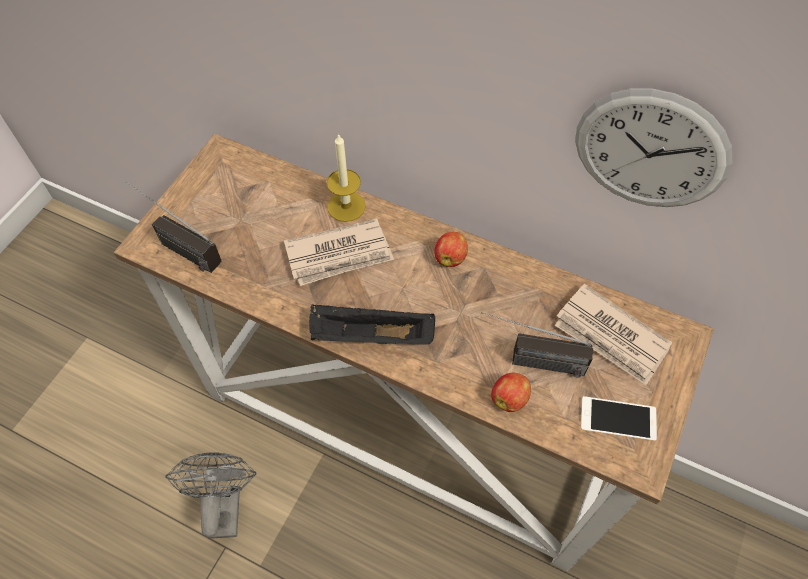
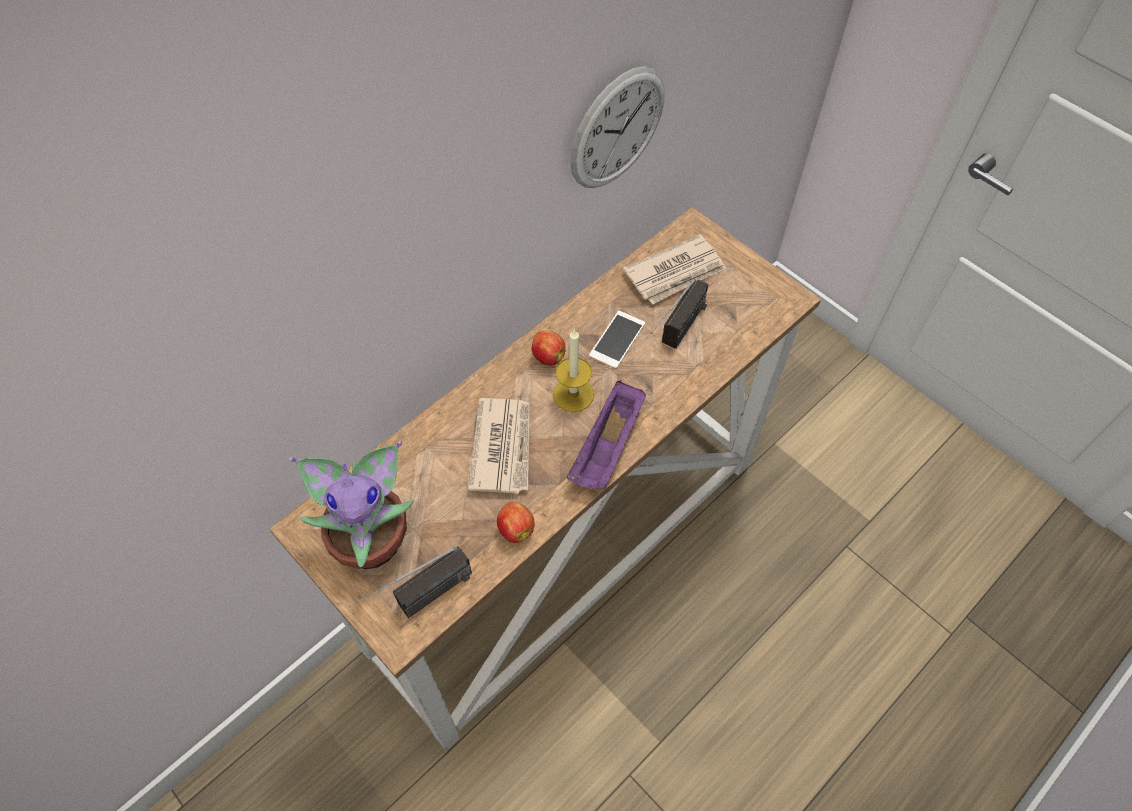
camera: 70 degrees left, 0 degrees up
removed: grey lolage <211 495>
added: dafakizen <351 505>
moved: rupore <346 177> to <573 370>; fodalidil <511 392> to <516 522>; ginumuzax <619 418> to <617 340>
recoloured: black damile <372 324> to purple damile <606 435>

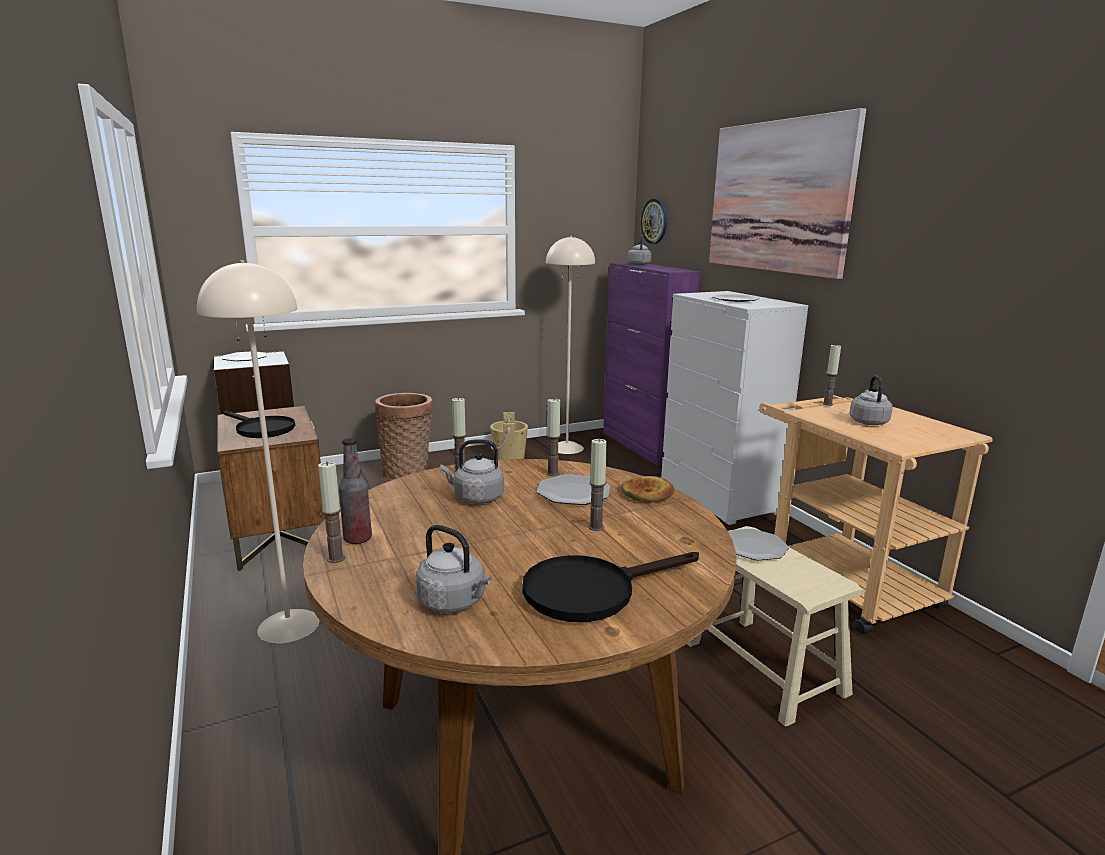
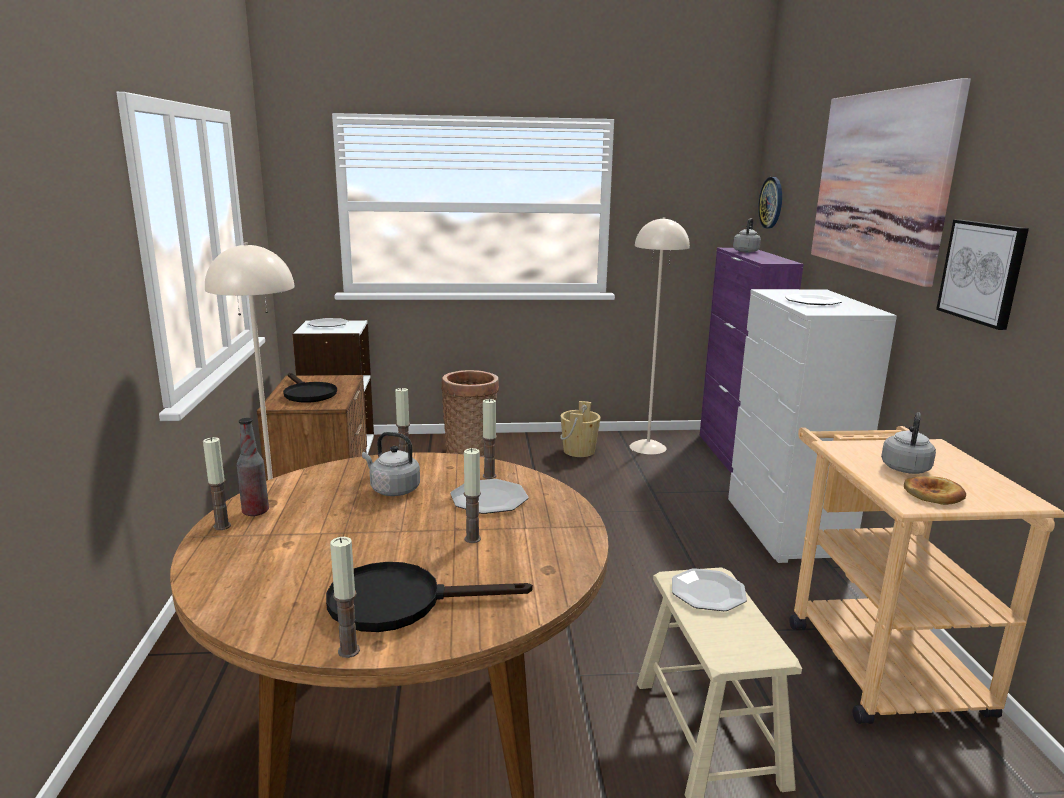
camera: 20 degrees right, 0 degrees up
removed: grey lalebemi <454 569>
added: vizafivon <982 275>
moved: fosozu <647 489> to <935 490>; rupore <831 375> to <345 597>

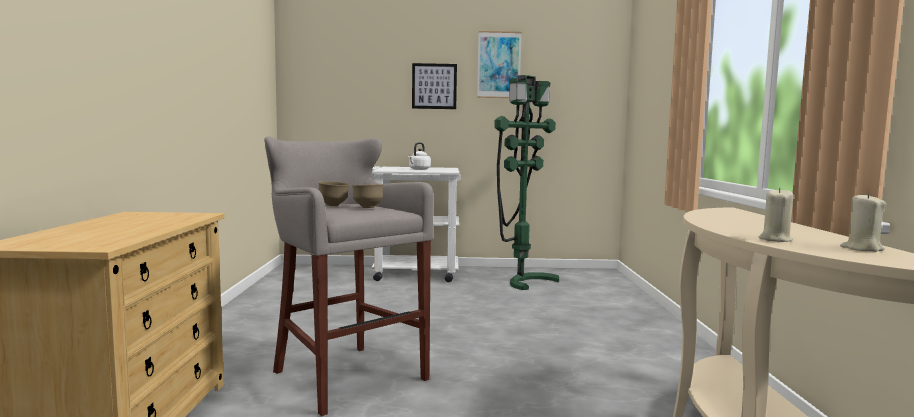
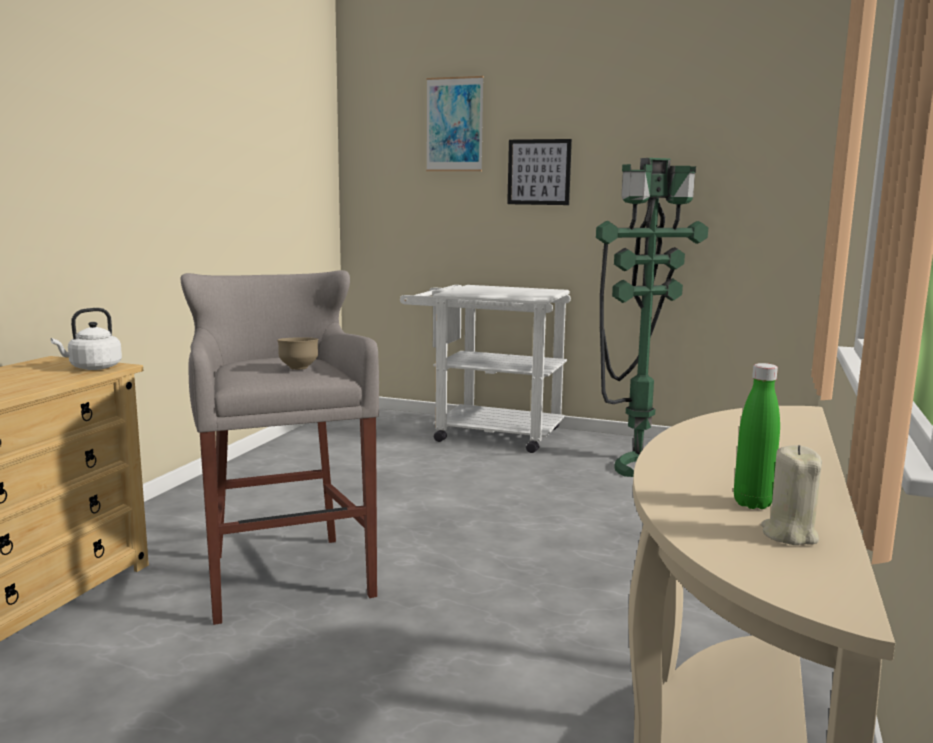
camera: 20 degrees right, 5 degrees up
removed: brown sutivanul <333 193>; beige rupore <776 215>
added: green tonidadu <757 436>
moved: white lalebemi <419 156> to <86 339>; vizafivon <499 64> to <455 123>

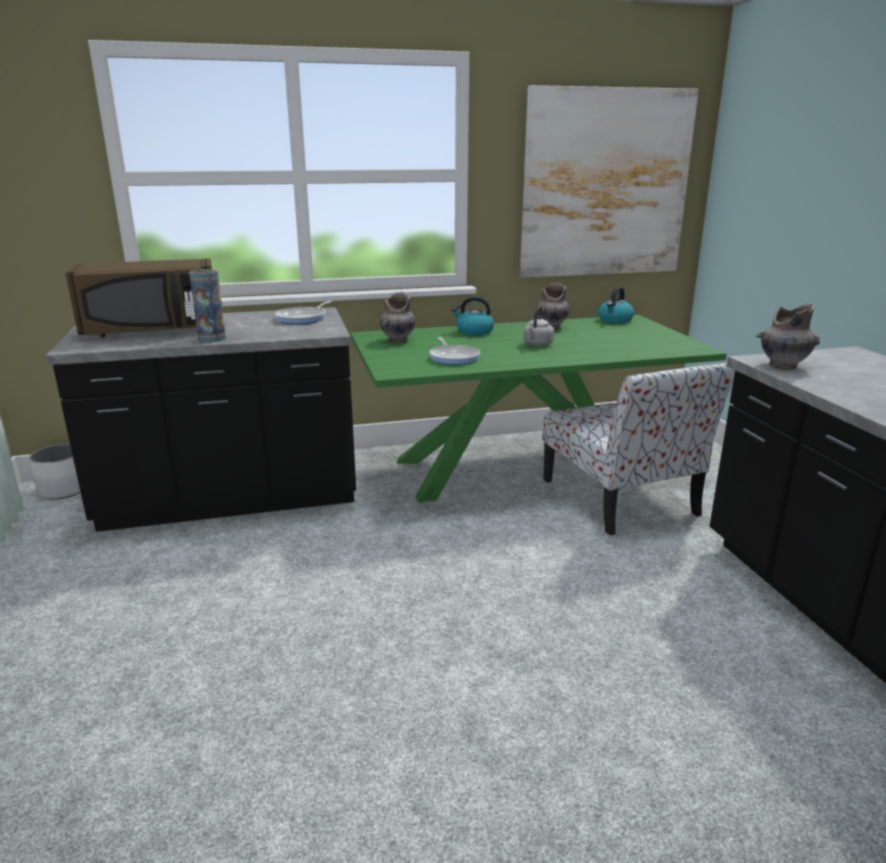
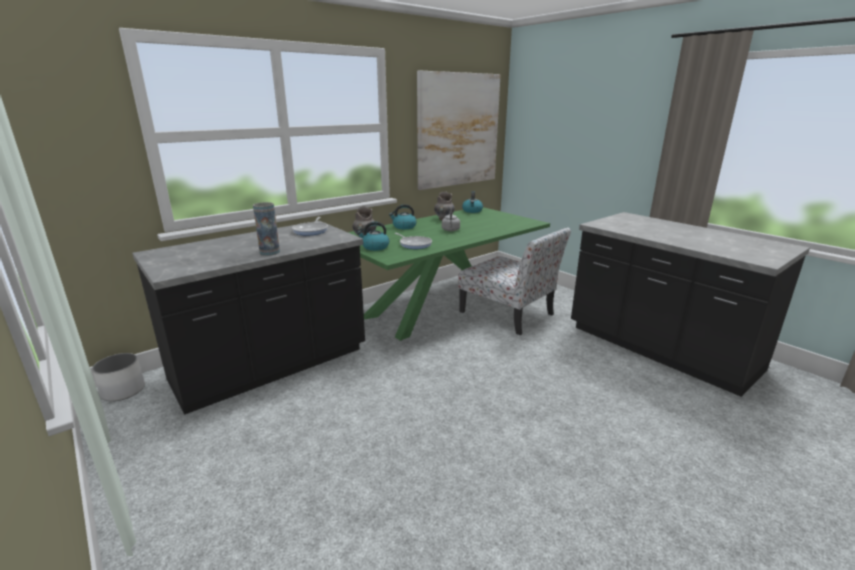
camera: 25 degrees left, 0 degrees up
removed: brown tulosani <139 297>; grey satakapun <788 337>
added: lalebemi <373 236>

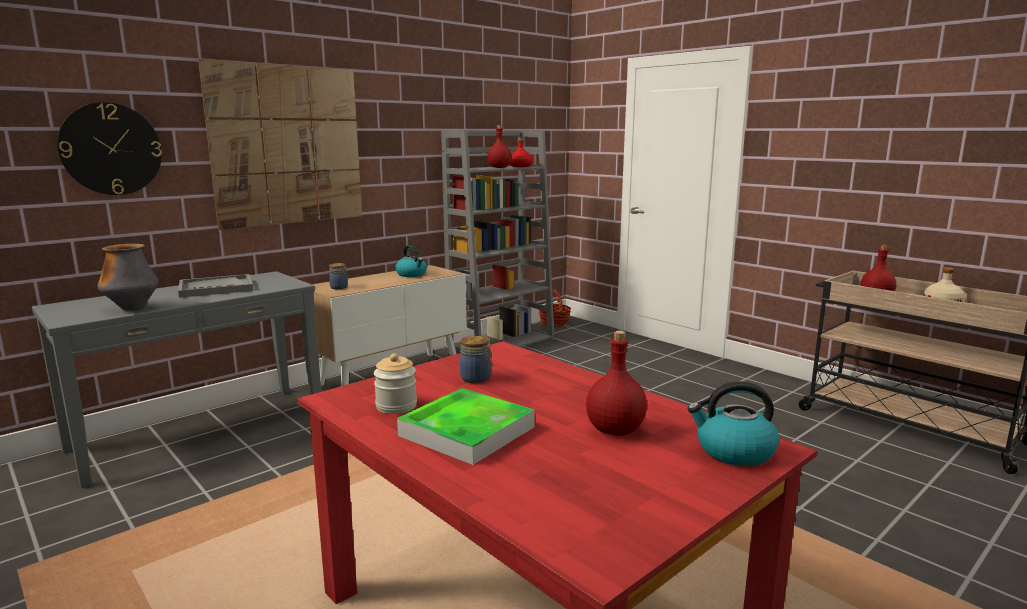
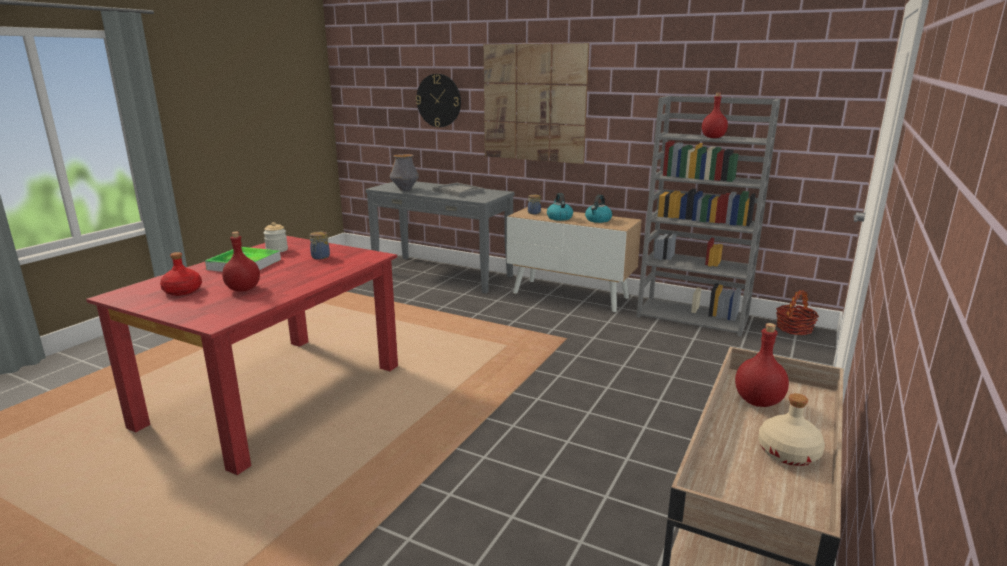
camera: 70 degrees right, 5 degrees up
moved: red tonidadu <521 153> to <181 274>; lalebemi <733 423> to <560 207>

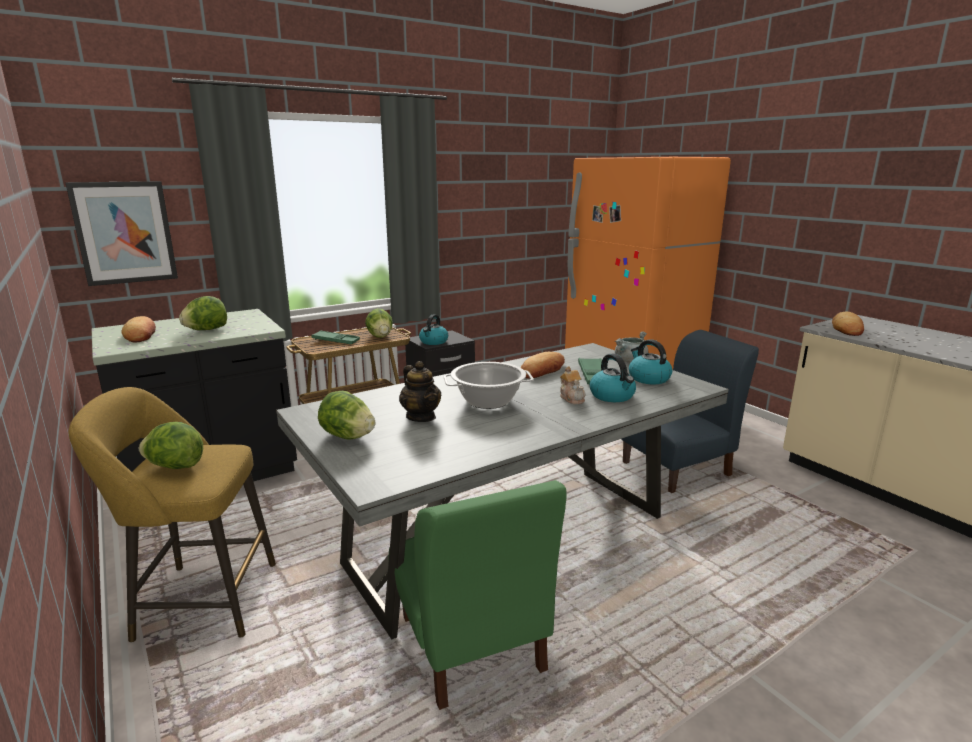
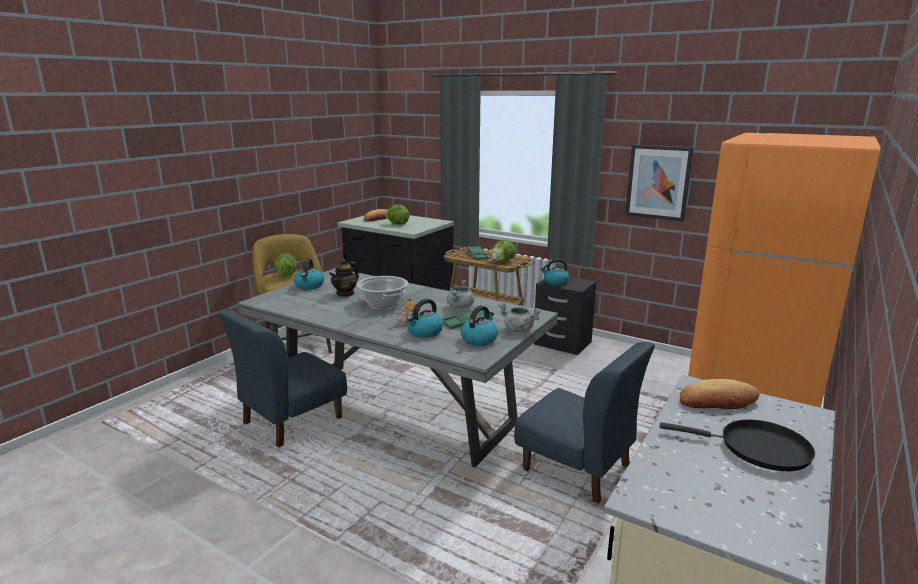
camera: 65 degrees right, 0 degrees up
added: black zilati <737 445>
moved: vizafivon <121 233> to <659 183>
replaced: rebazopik <346 415> to lalebemi <309 274>; fosozu <543 365> to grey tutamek <460 294>
recoloured: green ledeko <478 595> to blue ledeko <283 379>

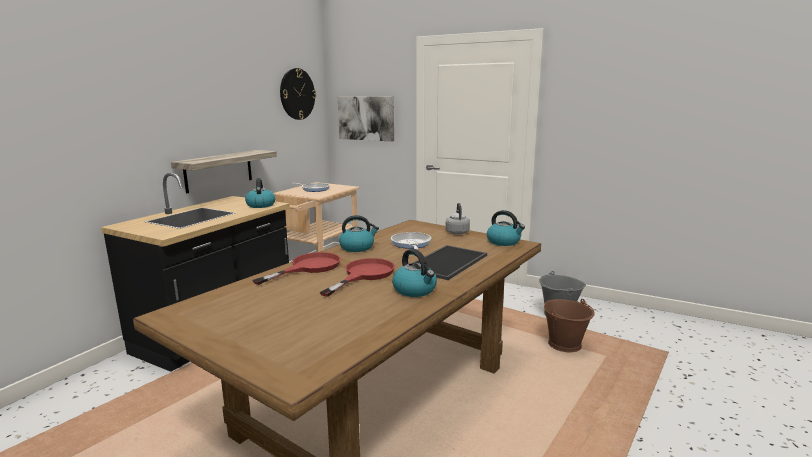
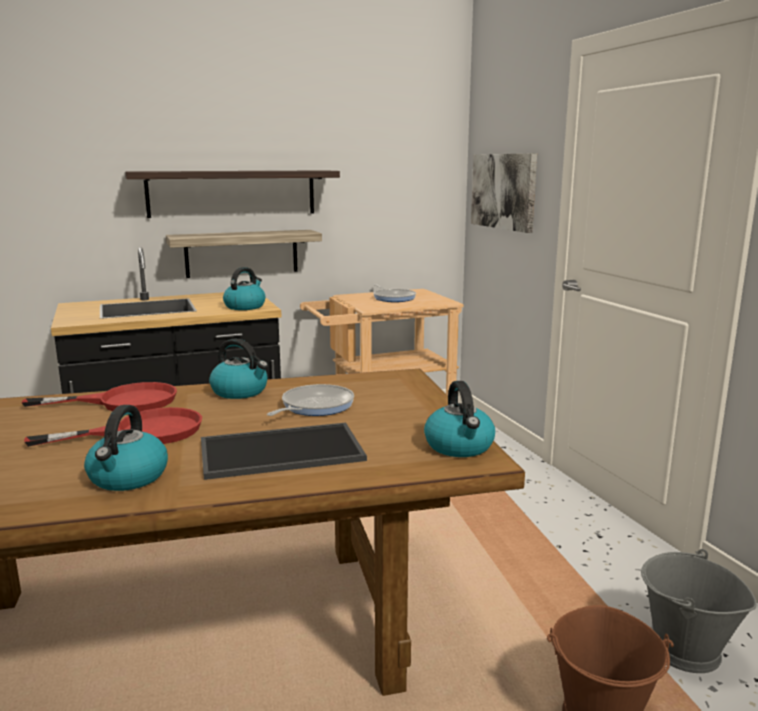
camera: 40 degrees right, 0 degrees up
removed: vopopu <298 94>; grey lalebemi <457 218>
added: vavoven <232 194>

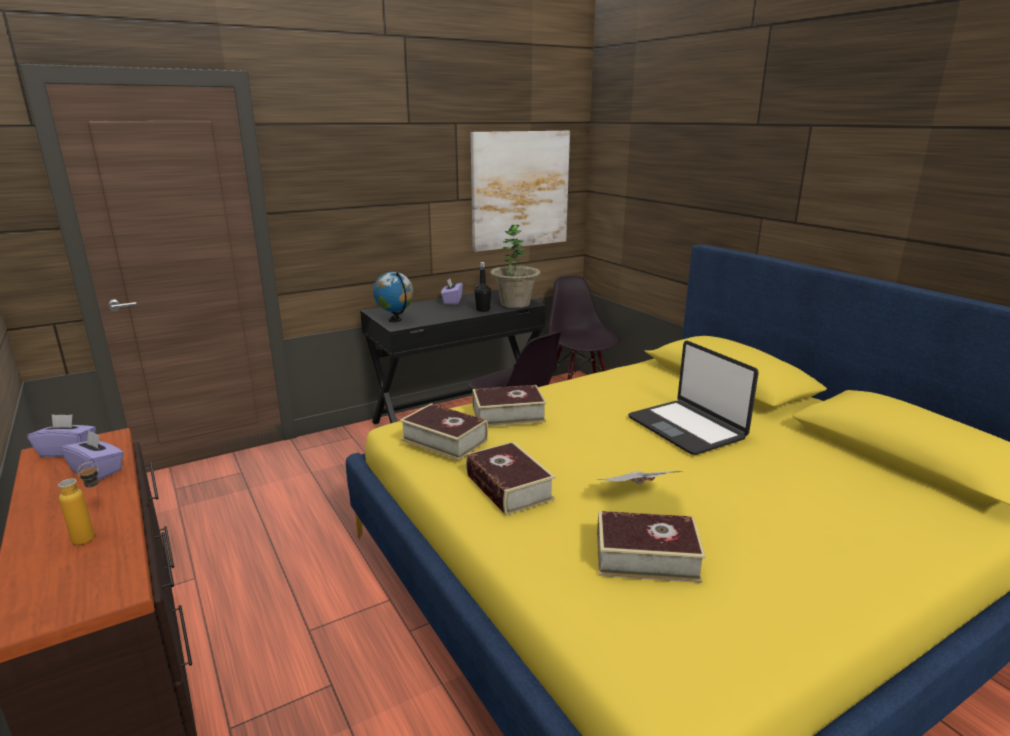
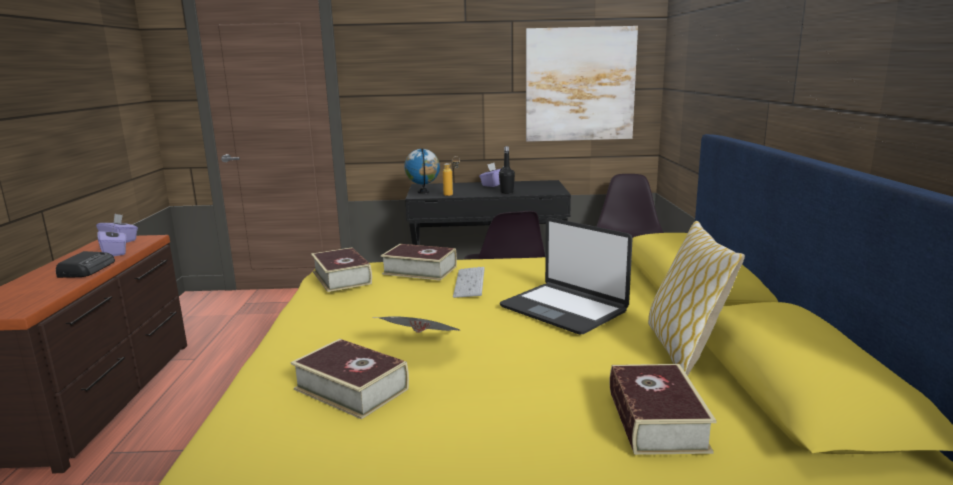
camera: 30 degrees right, 5 degrees down
removed: dafakizen <515 266>
added: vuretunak <85 264>; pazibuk <469 282>; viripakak <696 298>
moved: tonidadu <78 503> to <451 176>; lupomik <511 478> to <663 409>
turned: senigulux <693 398> = <566 276> 45 degrees counterclockwise

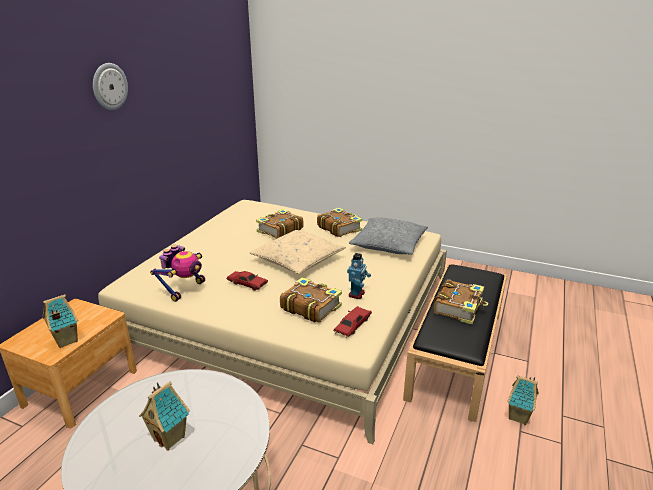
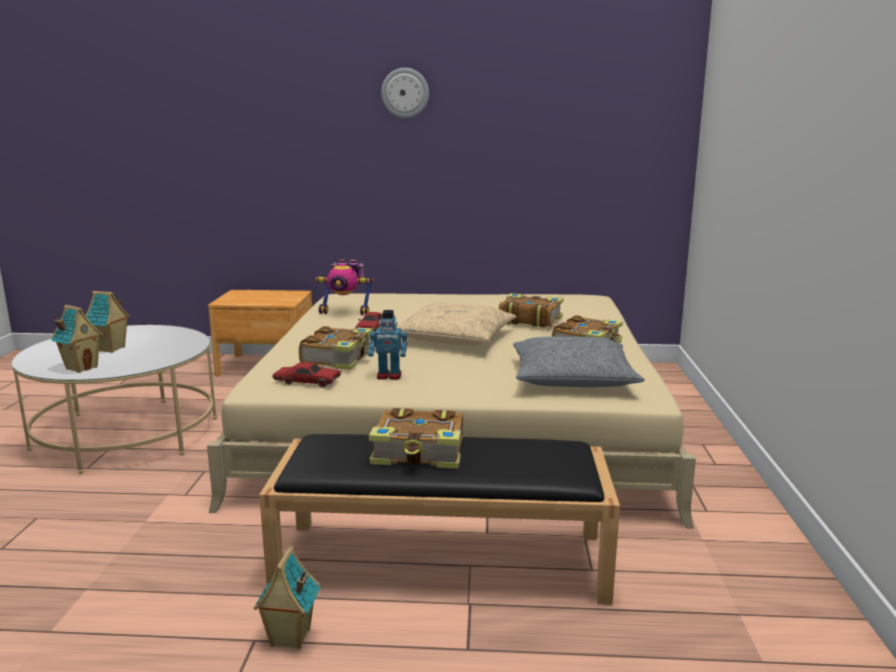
camera: 70 degrees right, 10 degrees down
moved: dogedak <60 321> to <77 339>

